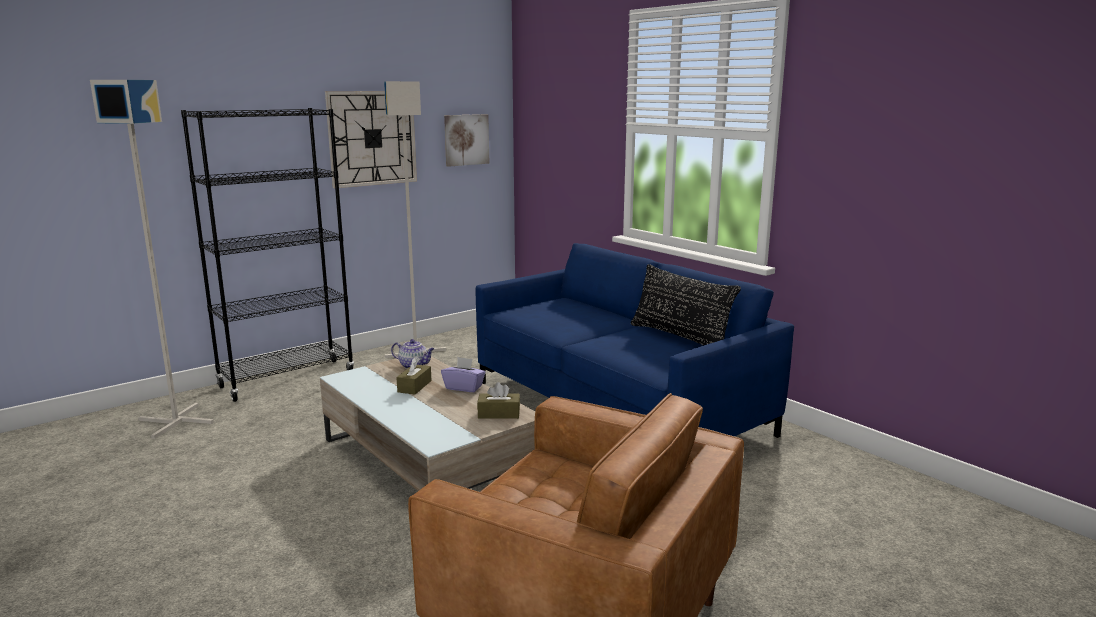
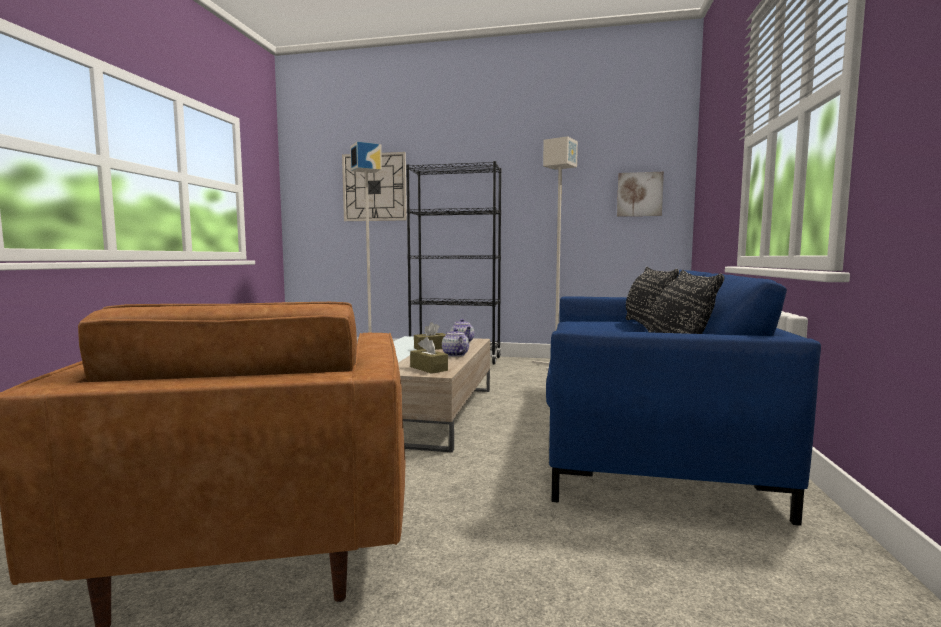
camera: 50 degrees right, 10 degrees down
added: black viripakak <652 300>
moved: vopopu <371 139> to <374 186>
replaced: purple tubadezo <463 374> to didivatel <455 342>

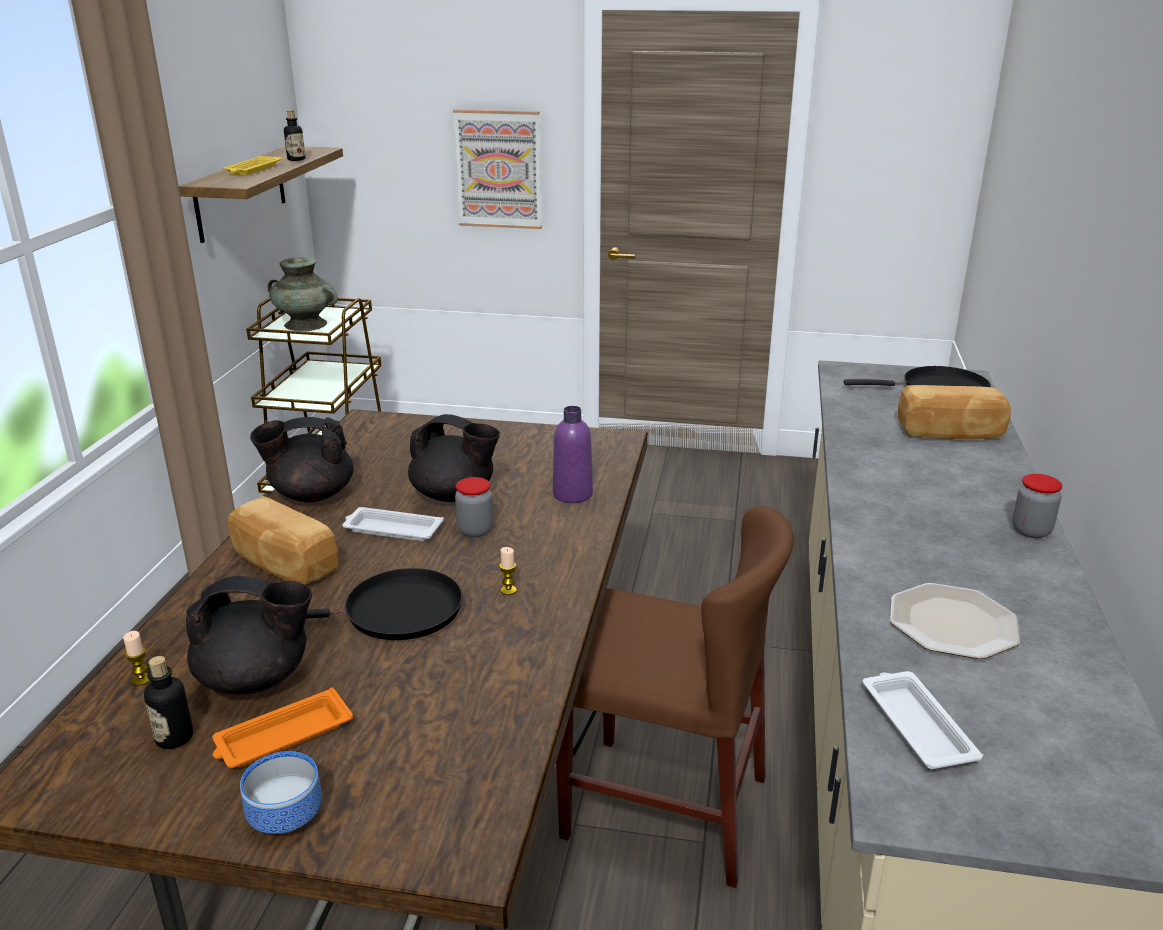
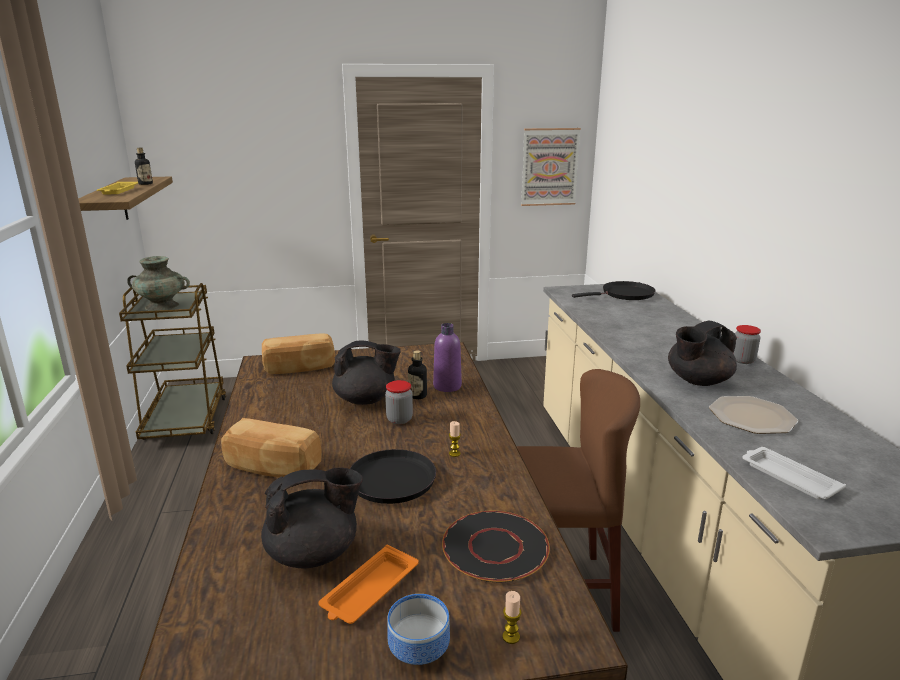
camera: 20 degrees left, 5 degrees down
removed: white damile <393 524>
added: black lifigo <496 546>
moved: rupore <136 658> to <512 617>; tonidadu <168 702> to <417 374>; black didivatel <302 460> to <702 353>; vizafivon <497 169> to <551 167>; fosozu <954 412> to <298 354>

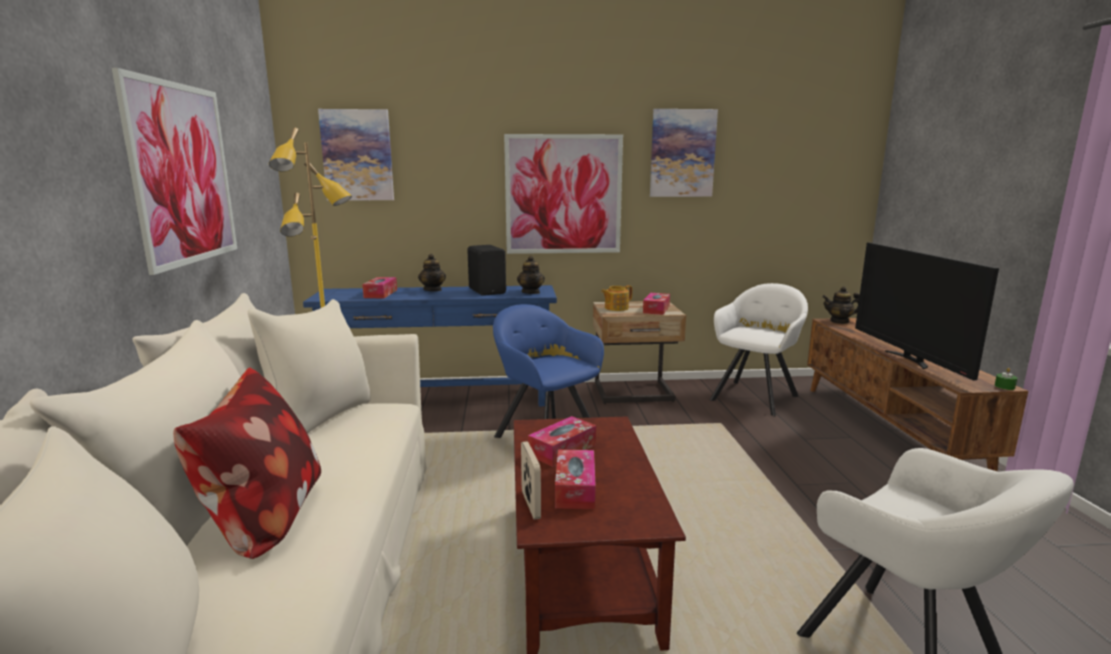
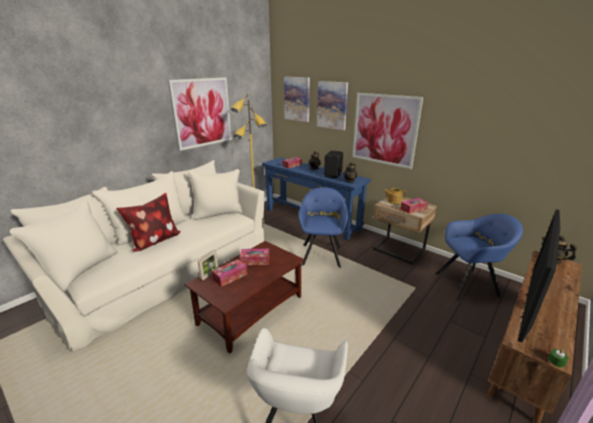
camera: 45 degrees right, 10 degrees up
moved: vizafivon <684 153> to <332 105>
recoloured: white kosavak <759 349> to blue kosavak <479 257>

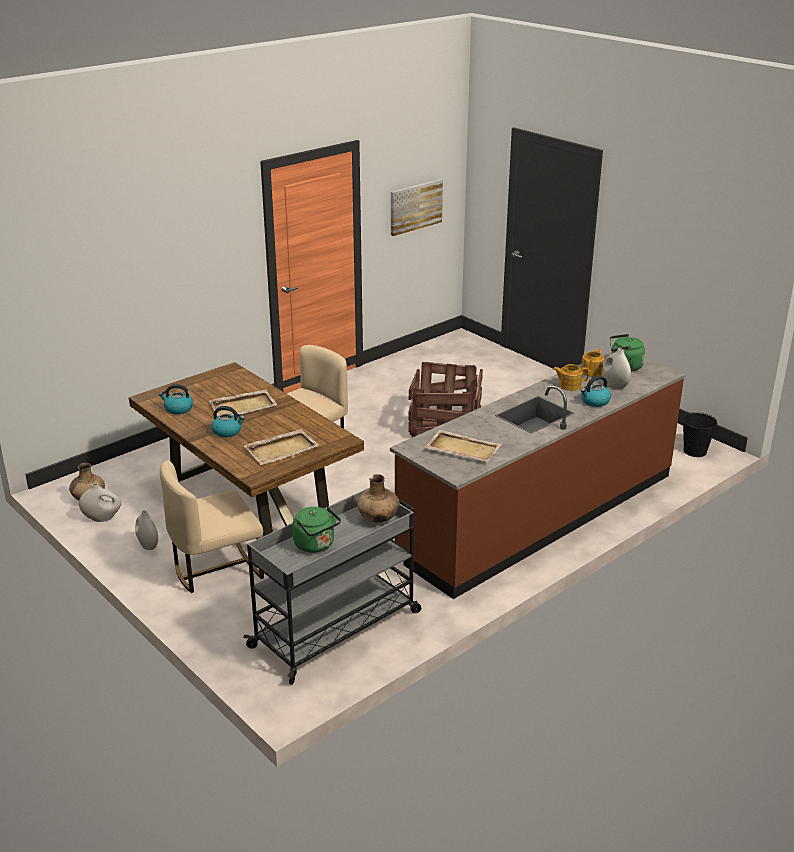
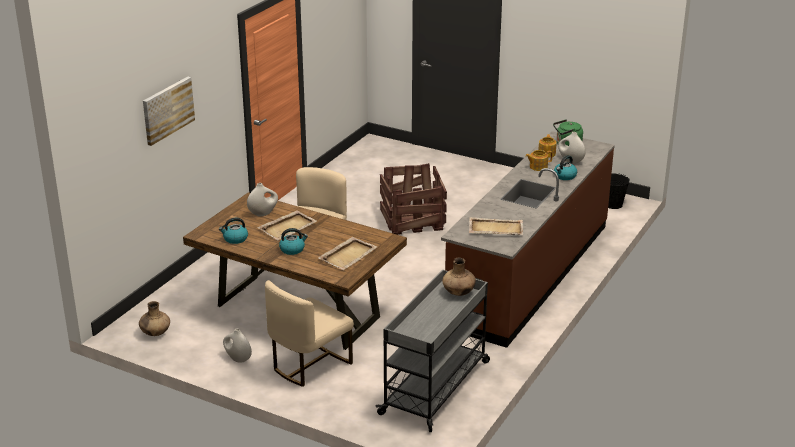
camera: 20 degrees left, 0 degrees up
removed: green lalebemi <316 530>
moved: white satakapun <100 503> to <262 199>; vizafivon <417 207> to <169 111>

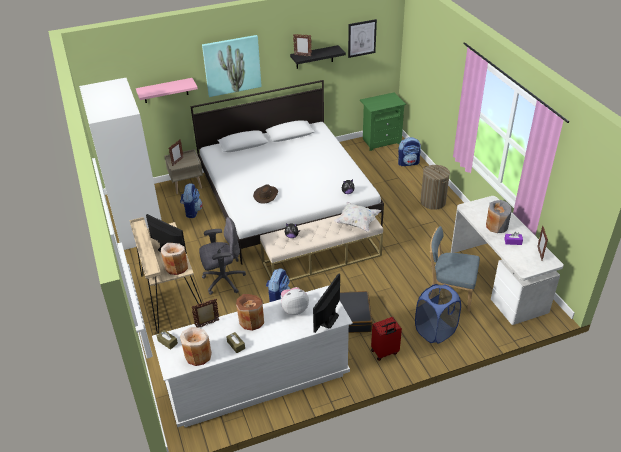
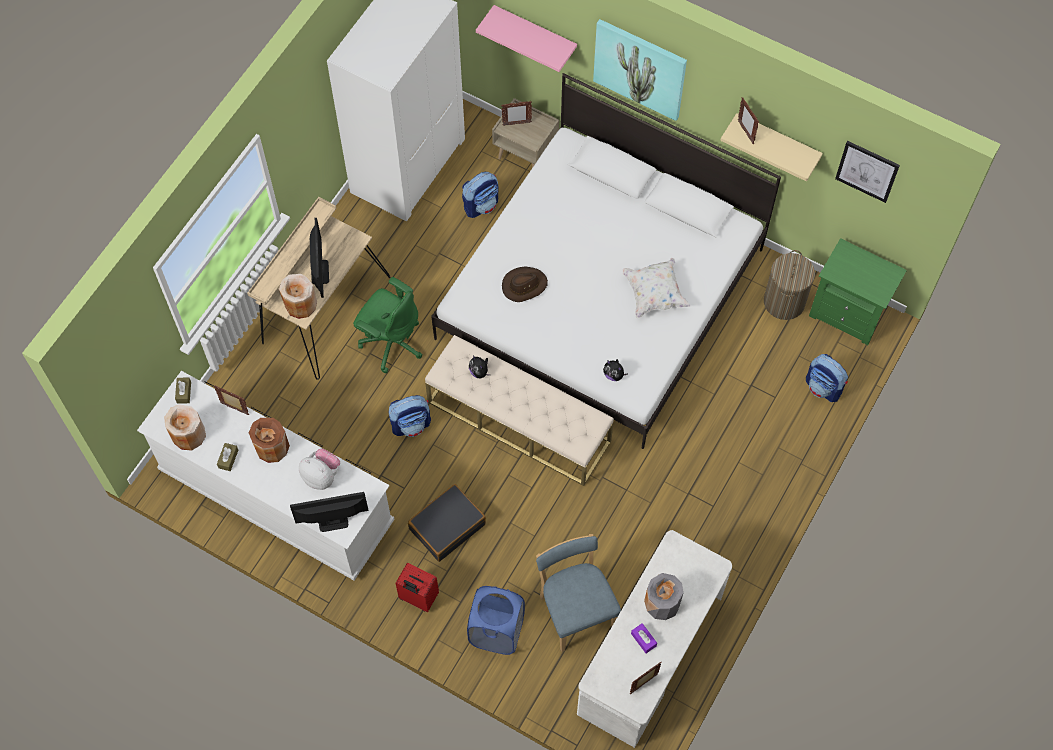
camera: 50 degrees right, 25 degrees up
moved: white viripakak <357 217> to <656 288>; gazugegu <435 187> to <789 285>
recoloured: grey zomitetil <222 256> to green zomitetil <387 325>; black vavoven <318 57> to beige vavoven <771 147>

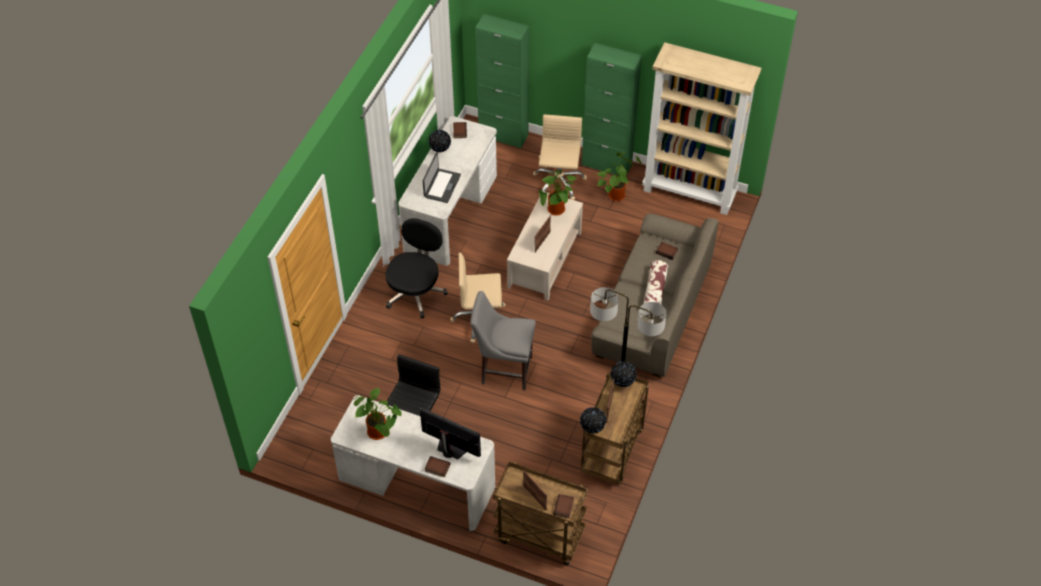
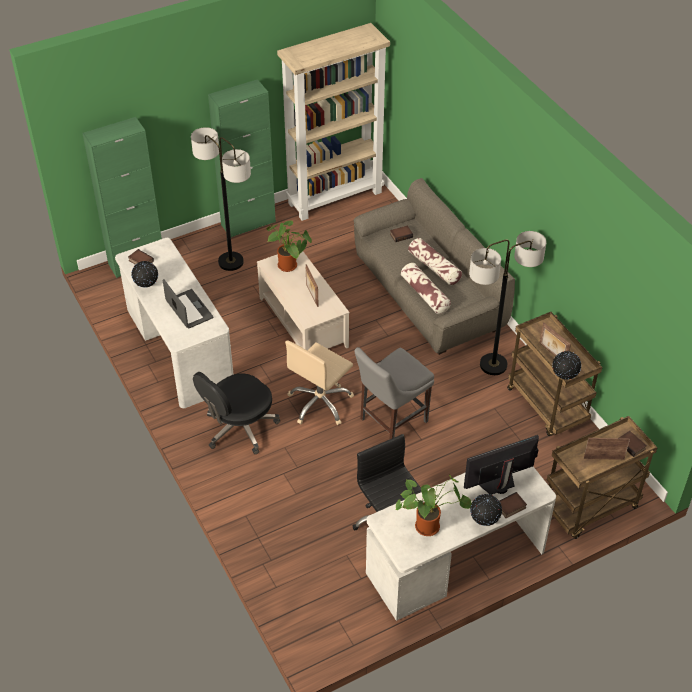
camera: 50 degrees left, 5 degrees down
removed: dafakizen <619 176>
added: viripakak <426 288>
moved: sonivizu <623 374> to <486 510>
replaced: beige zomitetil <560 157> to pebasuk <221 199>
turned: black zomitetil <417 268> = <236 413> 105 degrees counterclockwise

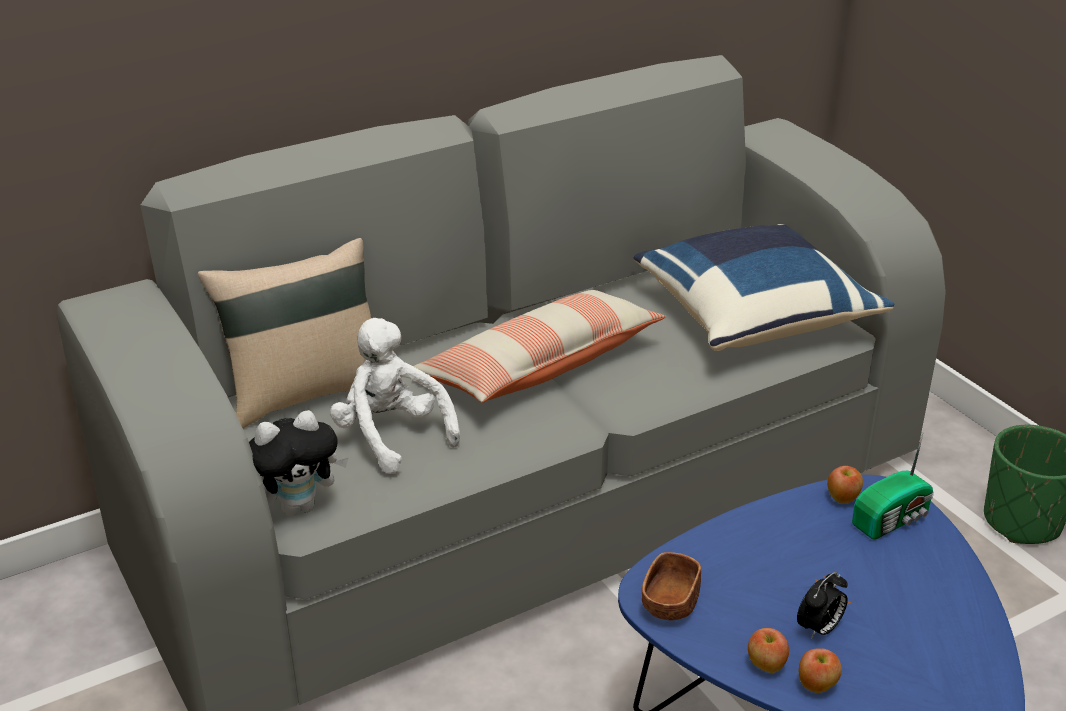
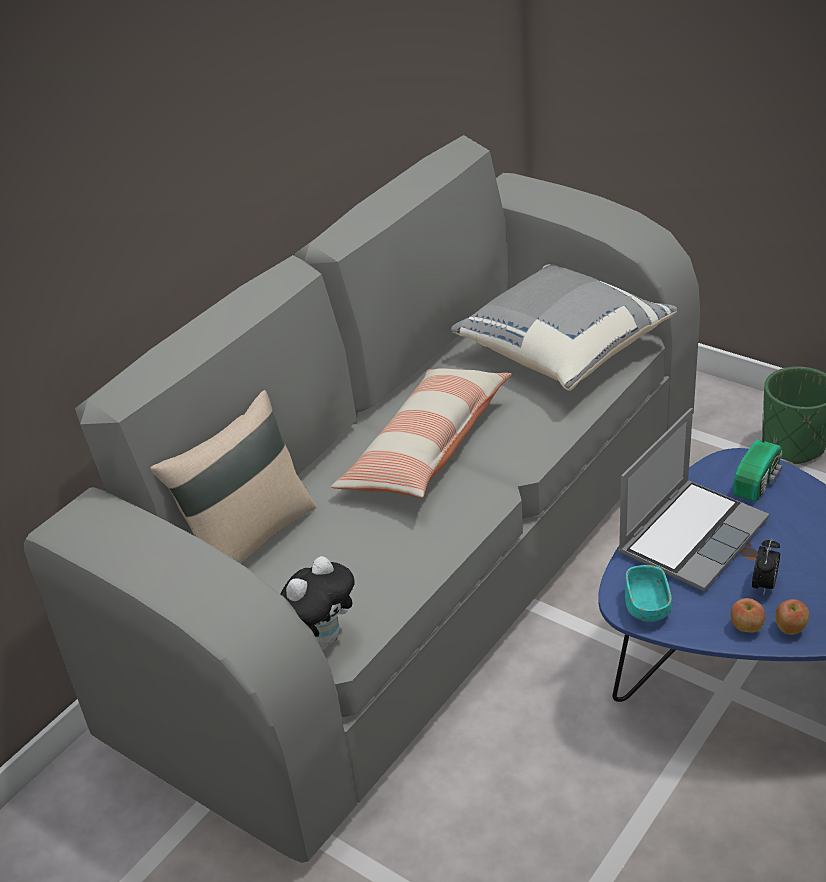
camera: 20 degrees left, 5 degrees up
removed: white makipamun <395 396>; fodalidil <845 485>
added: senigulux <693 499>
recoloured: blue viripakak <764 287> to grey viripakak <564 327>; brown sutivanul <671 586> to turquoise sutivanul <648 593>

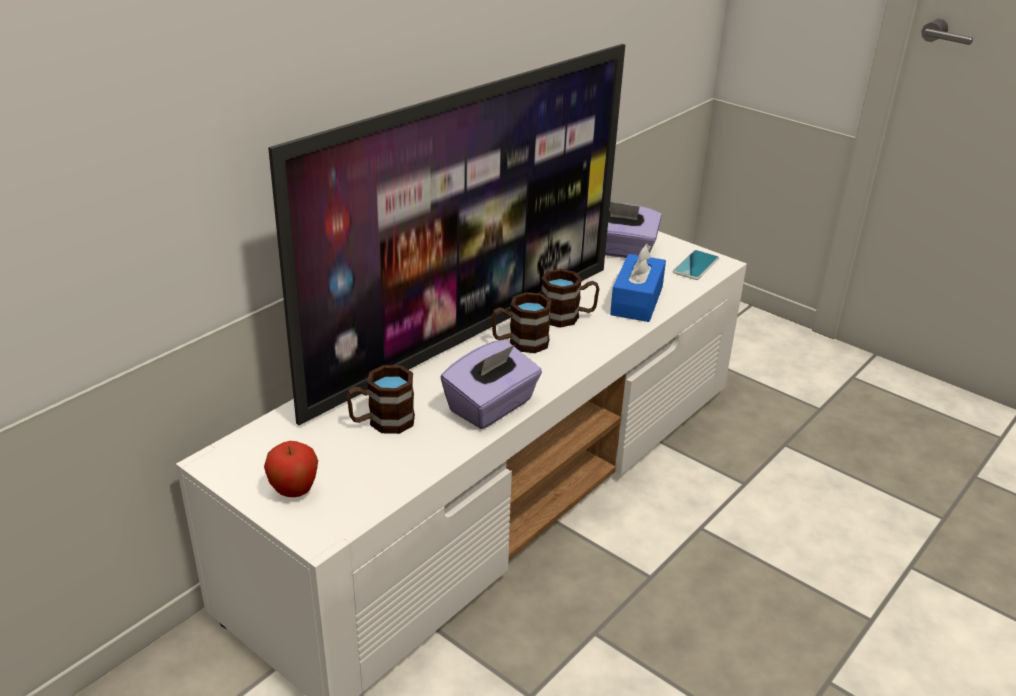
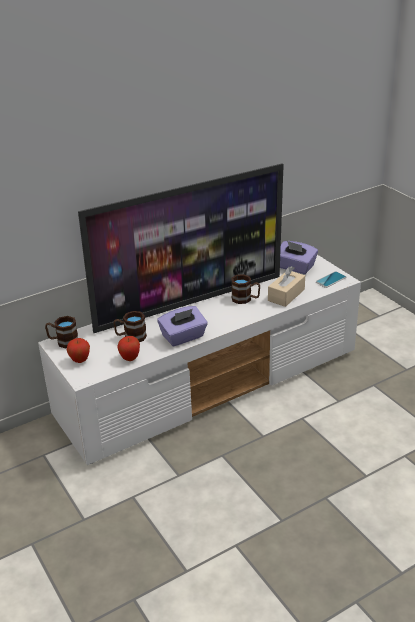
camera: 20 degrees right, 0 degrees up
added: fodalidil <129 348>
moved: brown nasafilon <522 322> to <61 332>
recoloured: blue tubadezo <638 283> to beige tubadezo <286 286>

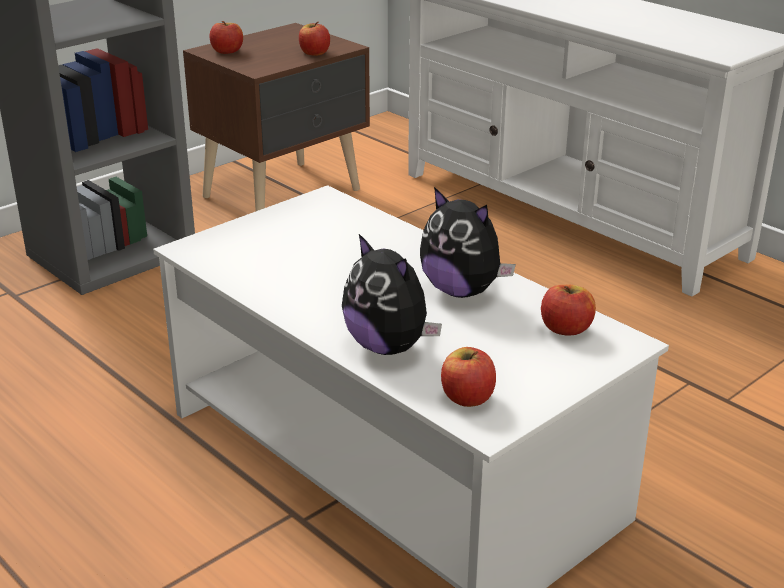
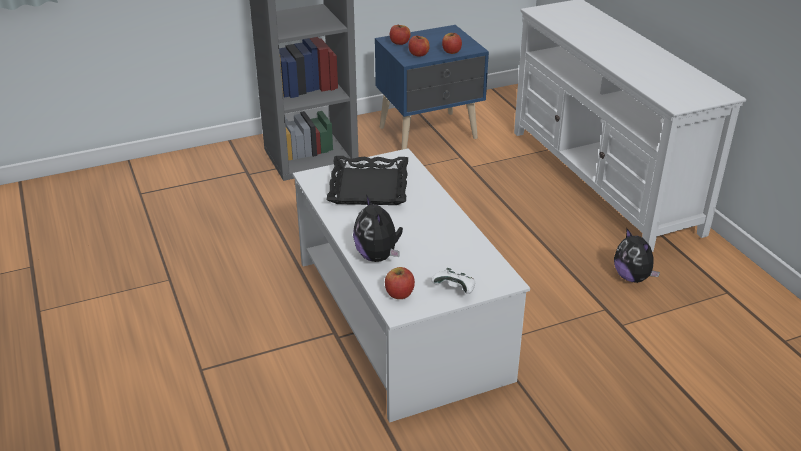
camera: 20 degrees right, 5 degrees up
added: black damile <367 180>; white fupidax <453 281>
moved: makipamun <468 242> to <637 256>; fodalidil <568 310> to <419 46>
recoloured: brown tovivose <276 117> to blue tovivose <432 87>

